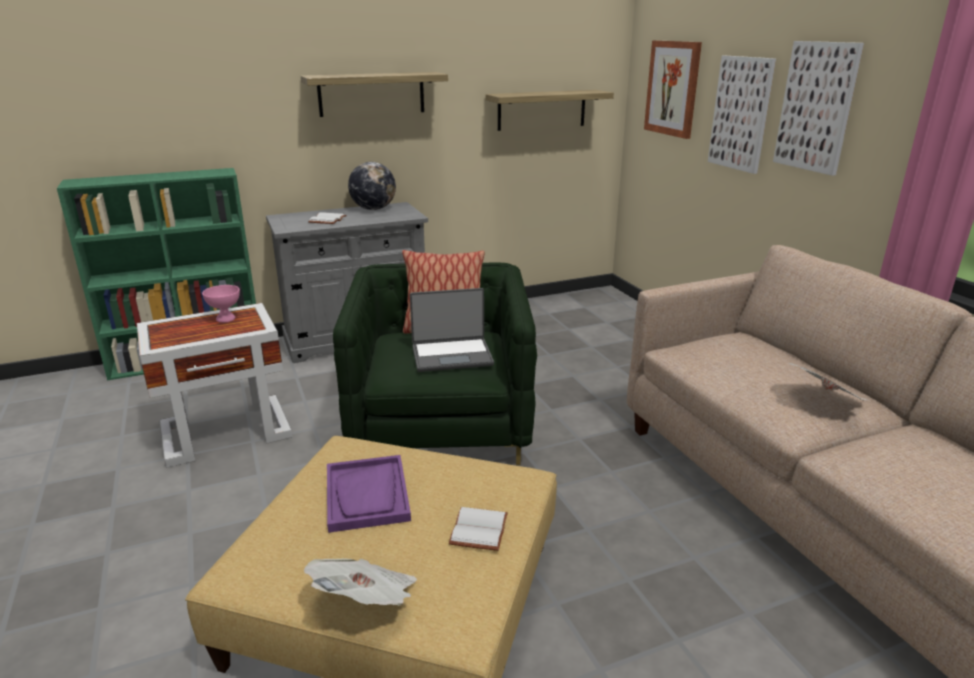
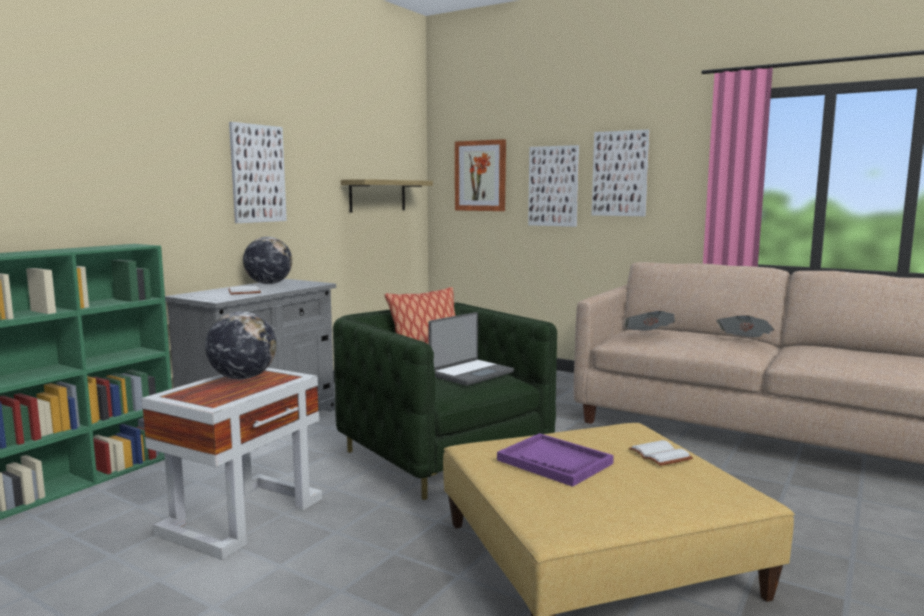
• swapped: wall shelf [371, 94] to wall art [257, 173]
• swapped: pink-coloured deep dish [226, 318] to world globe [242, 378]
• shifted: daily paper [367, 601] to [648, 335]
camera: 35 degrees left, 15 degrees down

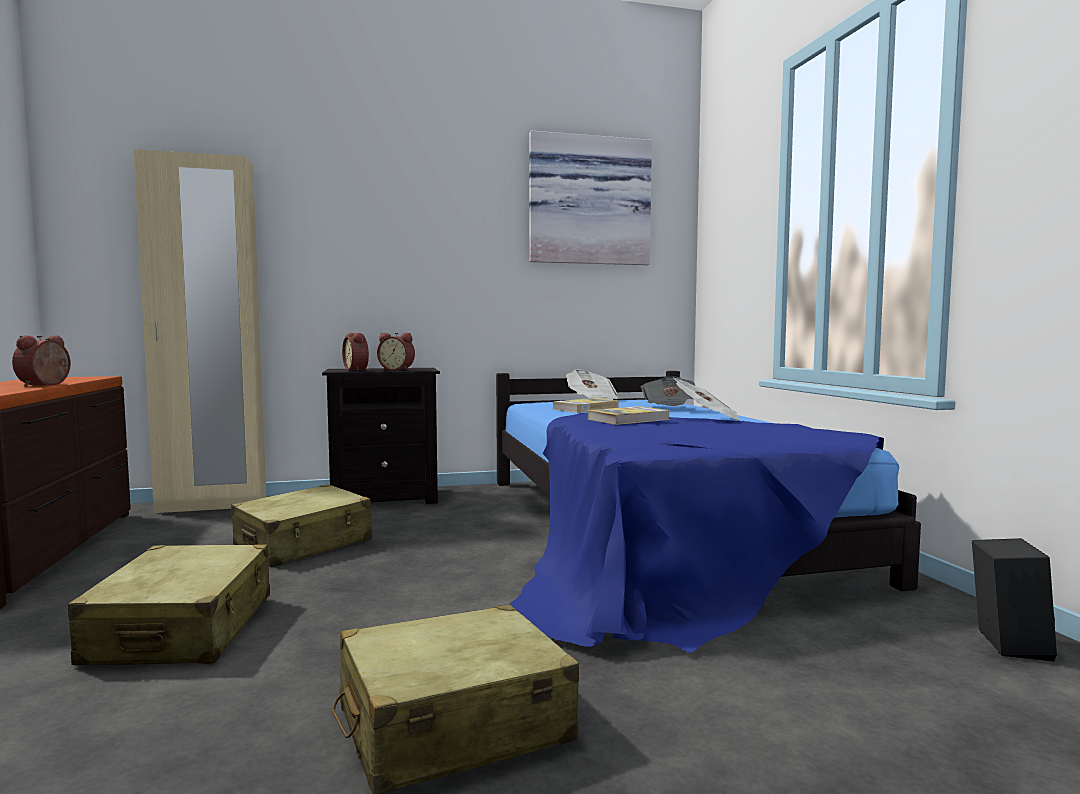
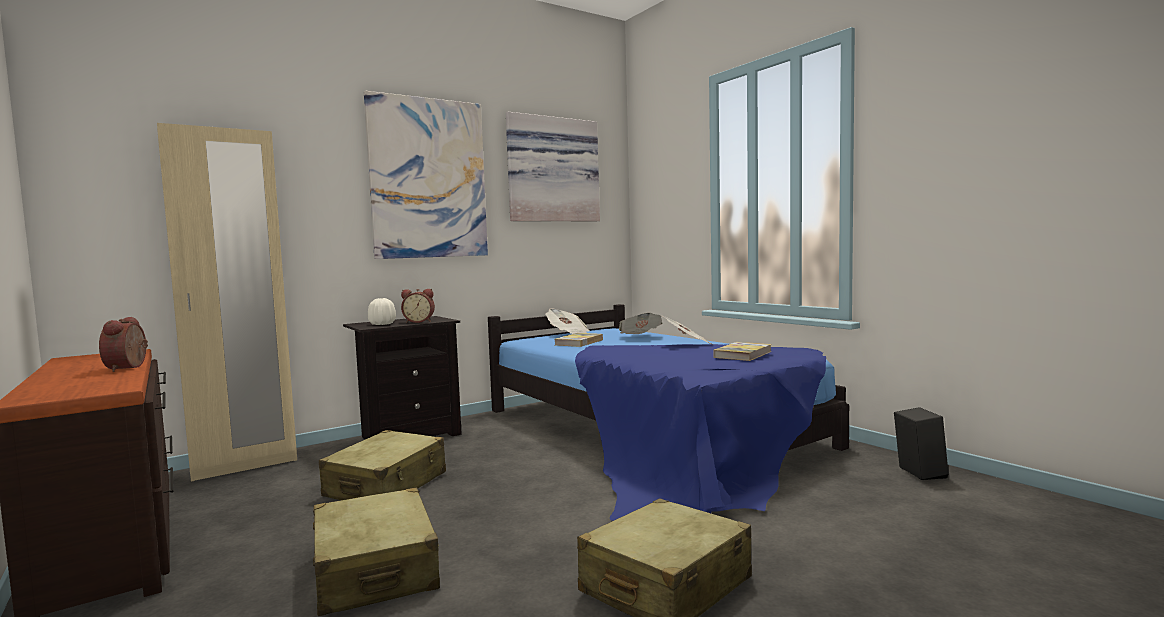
• swapped: bedside clock [358, 370] to whitish vase [382, 324]
• shifted: volume [628, 419] to [742, 354]
• new: wall art [428, 178]
camera: 20 degrees left, 0 degrees up

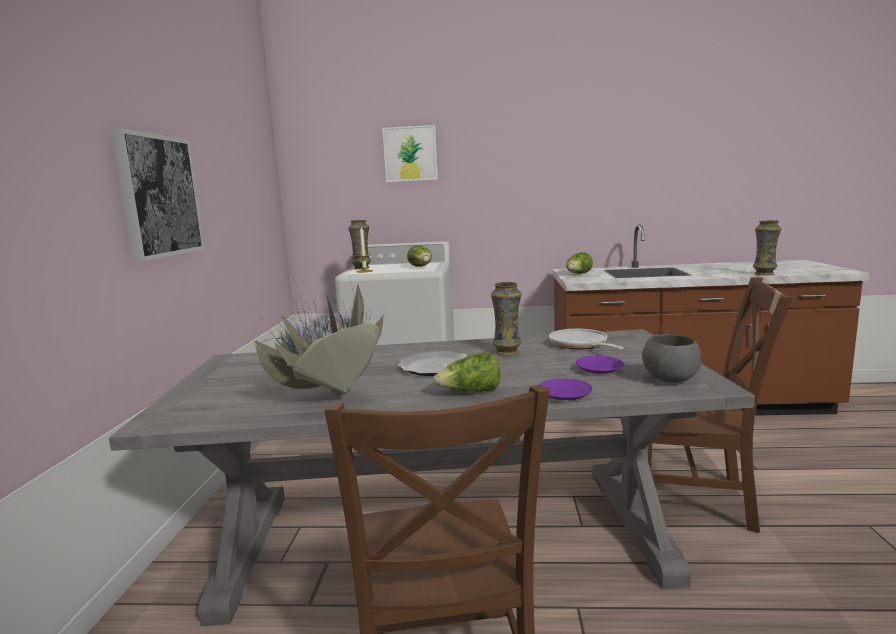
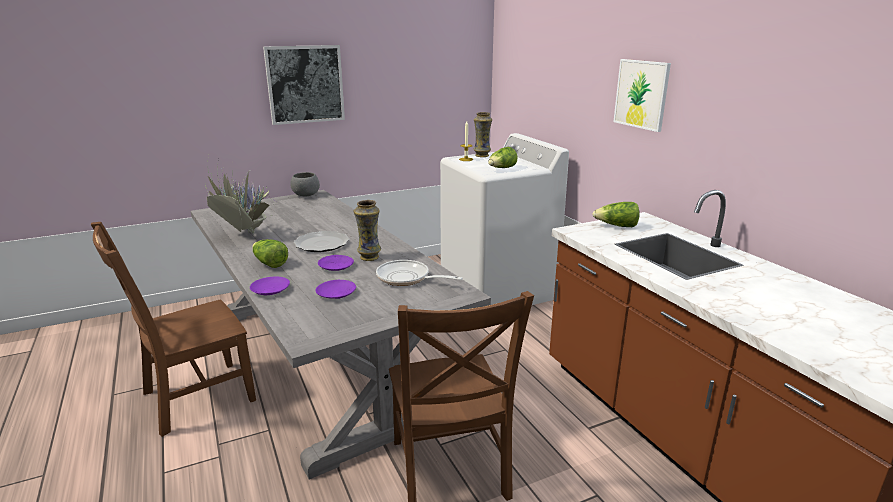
• shifted: wall art [410, 154] to [641, 94]
• gone: vase [764, 274]
• rotated: skillet [580, 345] = [407, 278] 105 degrees counterclockwise
• shifted: grey deep dish [669, 380] to [306, 195]
• new: purplish plate [336, 266]
camera: 60 degrees right, 10 degrees up

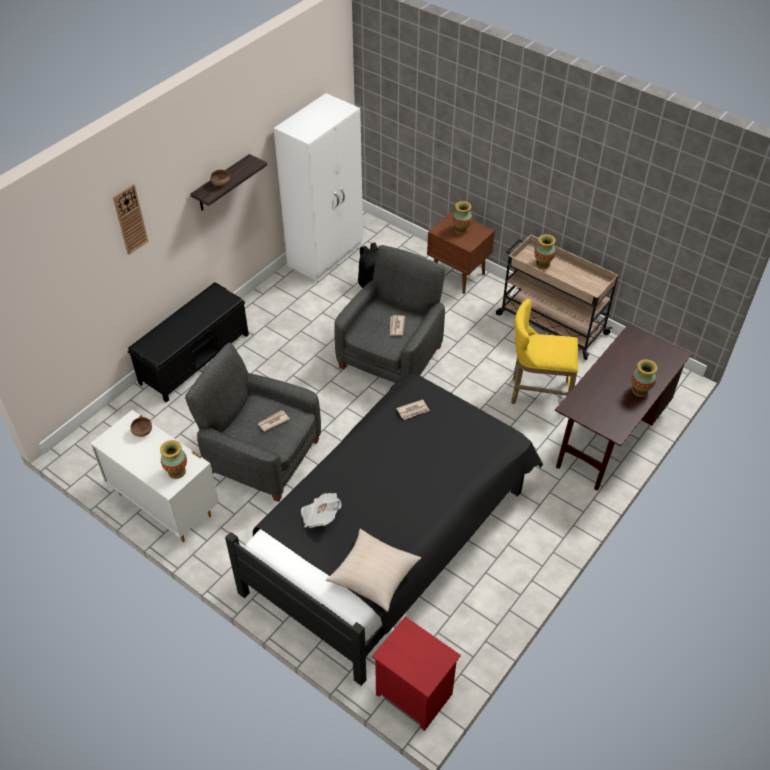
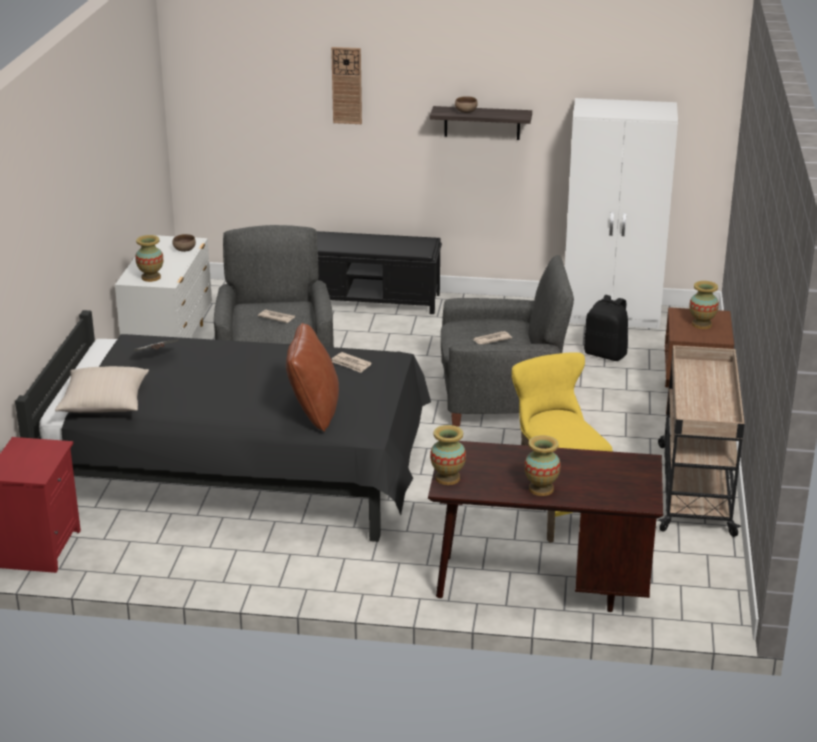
• shifted: vase [542, 264] to [447, 478]
• new: brown-coloured cushion [314, 412]
camera: 60 degrees right, 20 degrees down

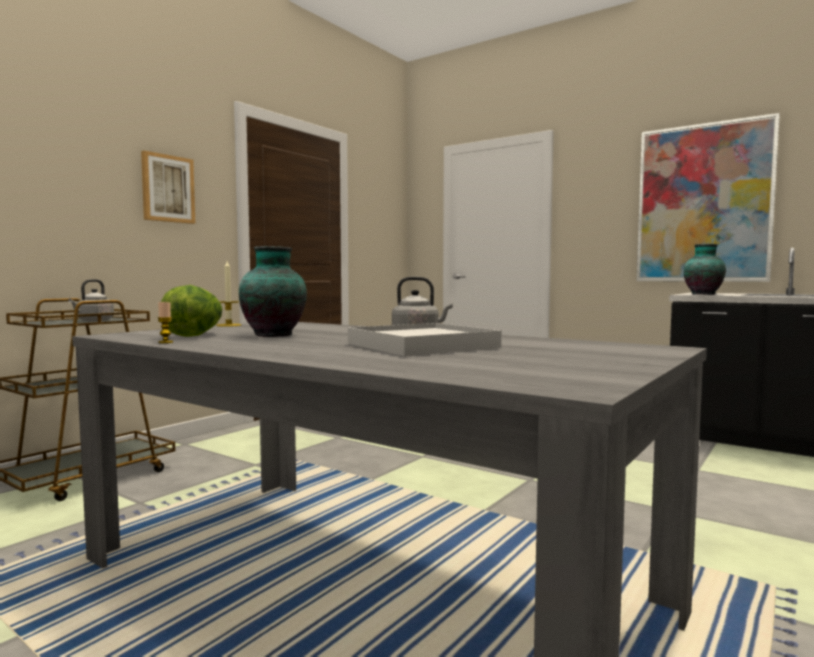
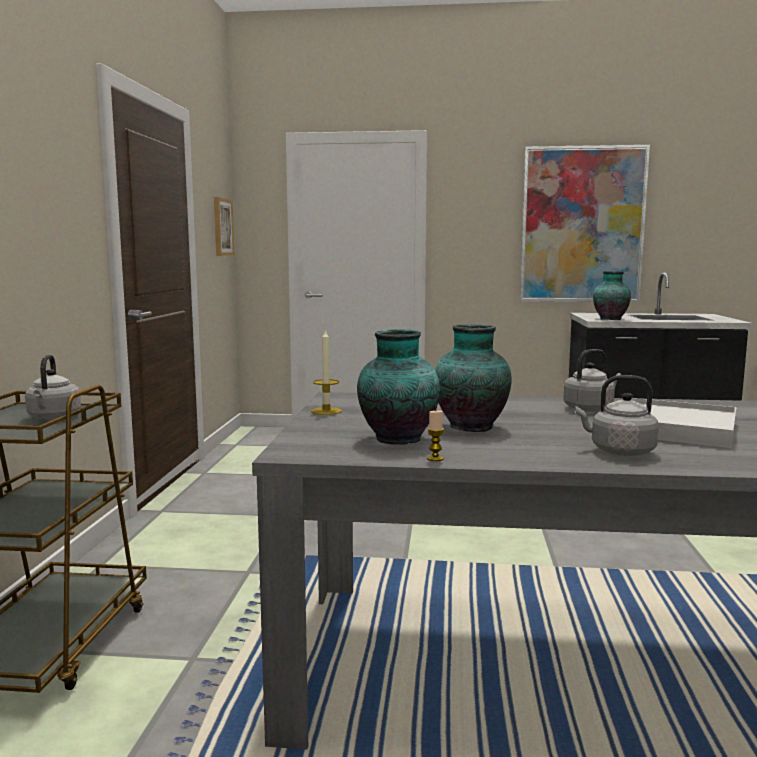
• shifted: wall art [167, 188] to [222, 227]
• swapped: lettuce [194, 335] to vase [397, 439]
• new: grey water kettle [619, 451]
camera: 30 degrees left, 5 degrees up

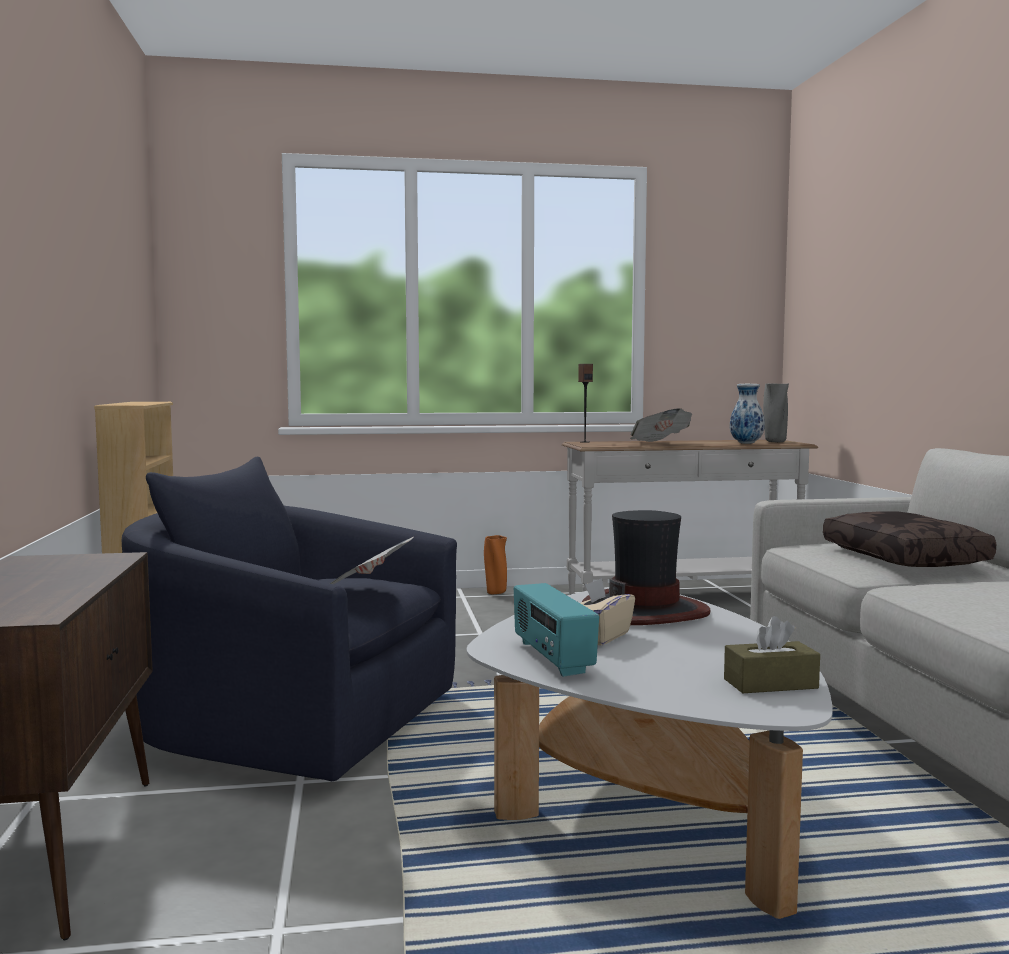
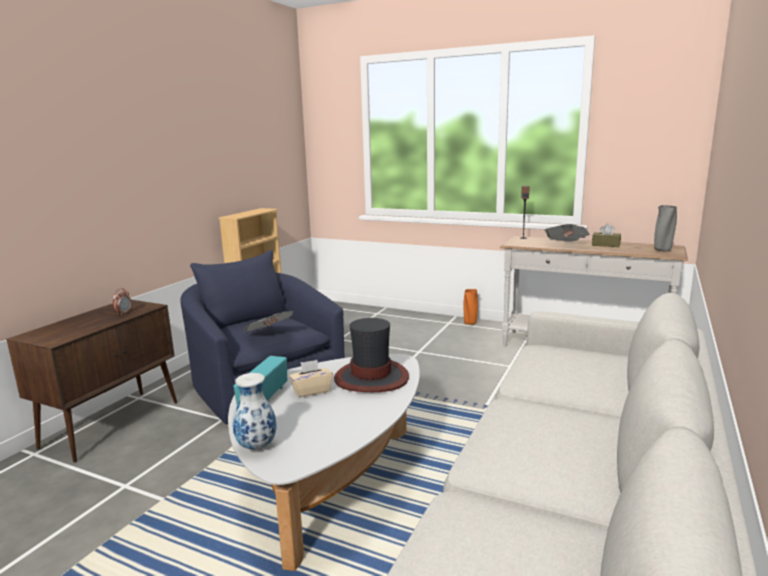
• shifted: vase [747, 443] to [257, 446]
• gone: brown-coloured cushion [906, 557]
• shifted: brown-coloured tissue box [770, 684] to [605, 245]
• new: bedside clock [123, 313]
camera: 35 degrees right, 10 degrees up

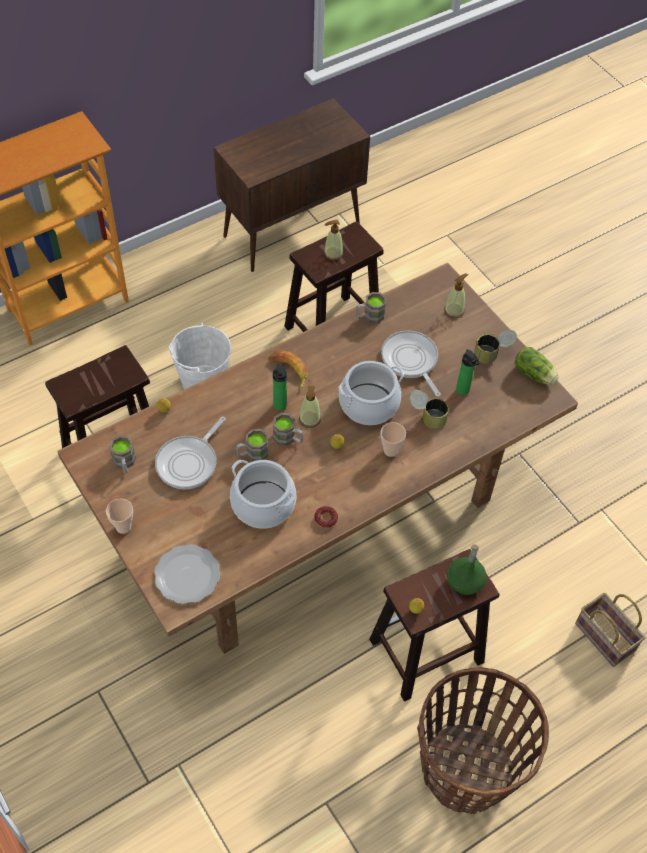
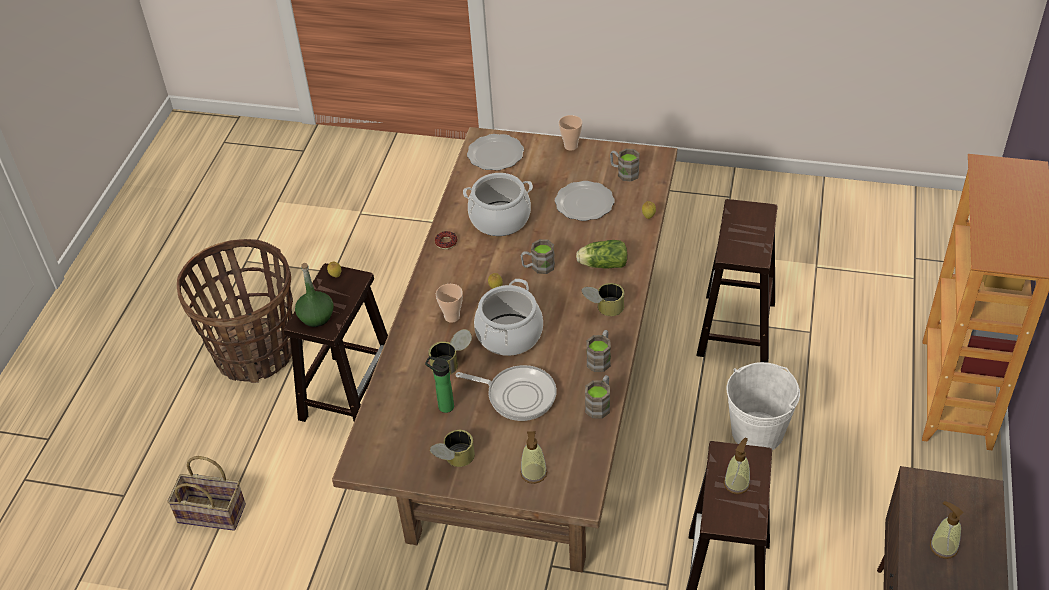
• shifted: lettuce [535, 375] to [601, 264]
• swapped: whole banana [288, 371] to can [603, 309]
• gone: bottle [280, 407]
• shifted: soap dispenser [309, 419] to [943, 547]
• swapped: skillet [189, 462] to plate [584, 203]
• shifted: brown-coloured mug [252, 453] to [600, 358]
camera: 140 degrees right, 10 degrees down

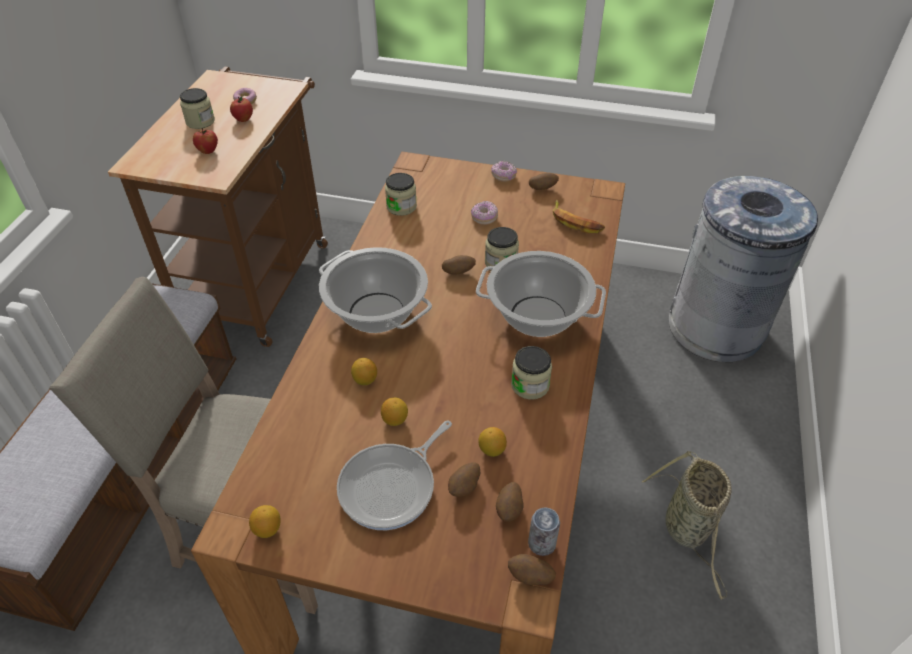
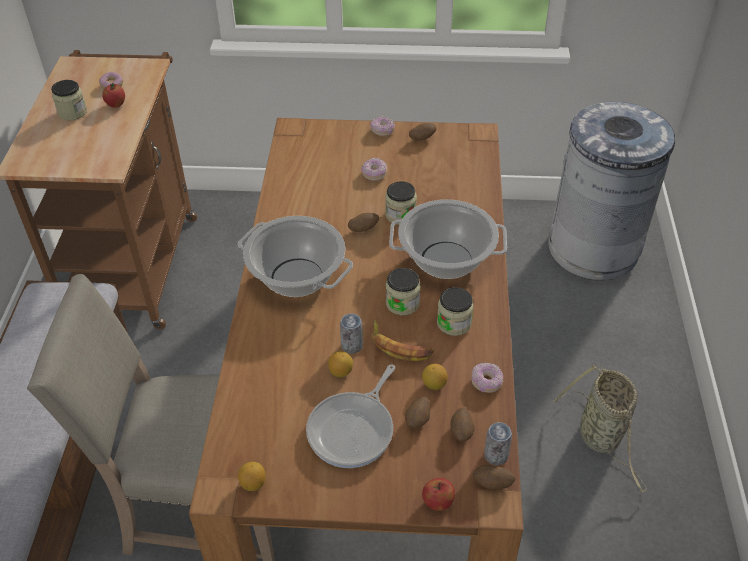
• shifted: apple fruit [208, 151] to [437, 502]
• shifted: storage jar [401, 207] to [402, 303]
• shifted: whole banana [575, 222] to [400, 346]
• gone: citrus fruit [365, 380]
• new: can [352, 346]
• new: doughnut [486, 382]
camera: 10 degrees left, 0 degrees up

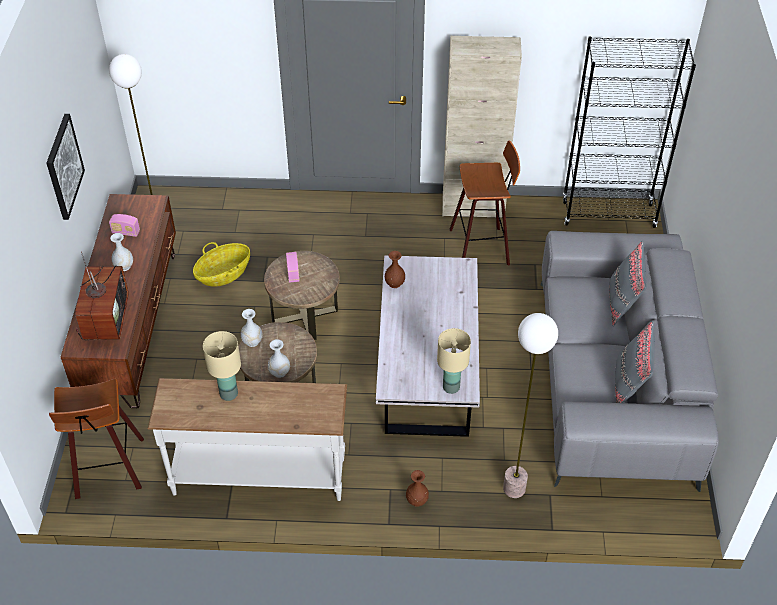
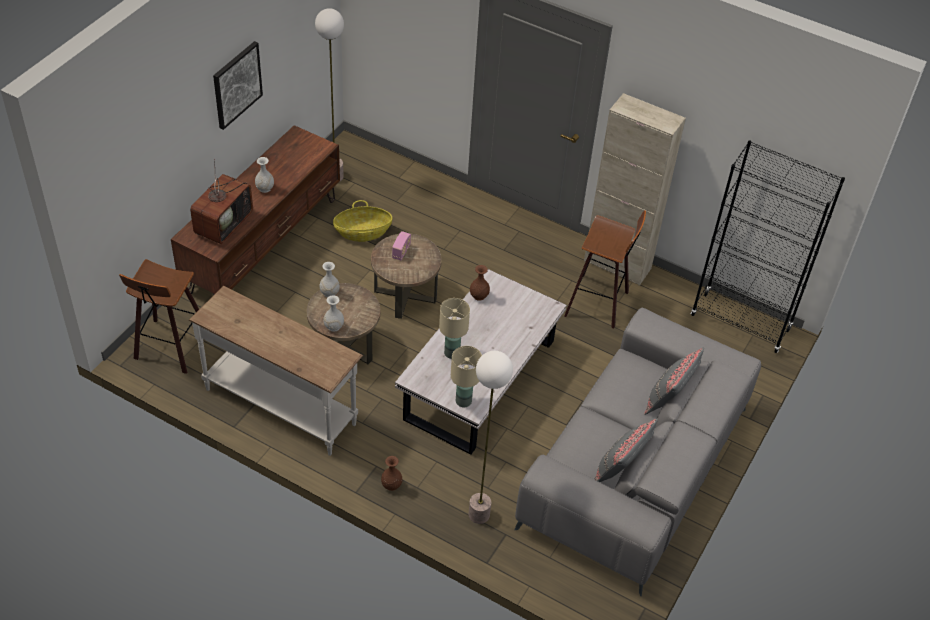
• gone: radio set [126, 232]
• shifted: beige table lamp [228, 393] to [452, 352]
camera: 25 degrees right, 0 degrees up

